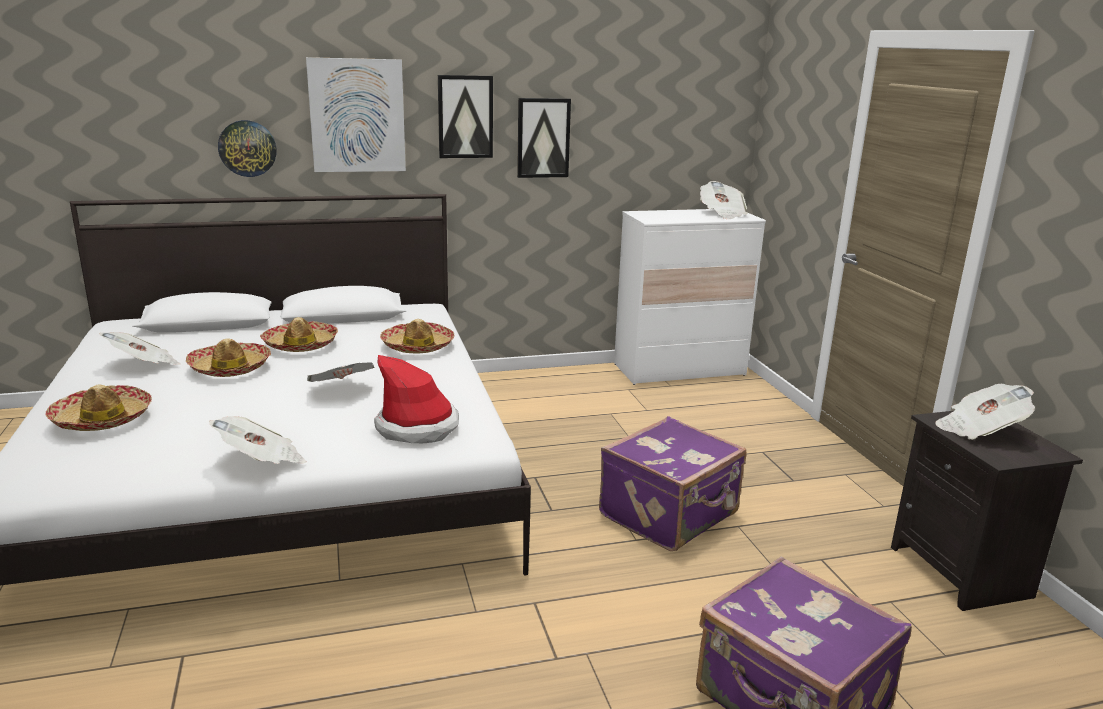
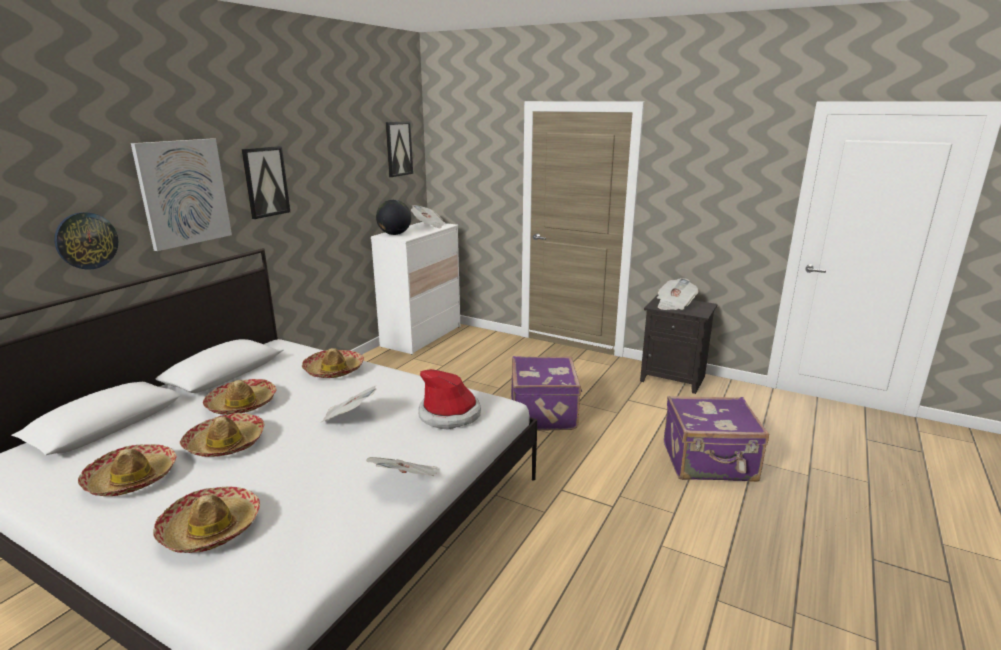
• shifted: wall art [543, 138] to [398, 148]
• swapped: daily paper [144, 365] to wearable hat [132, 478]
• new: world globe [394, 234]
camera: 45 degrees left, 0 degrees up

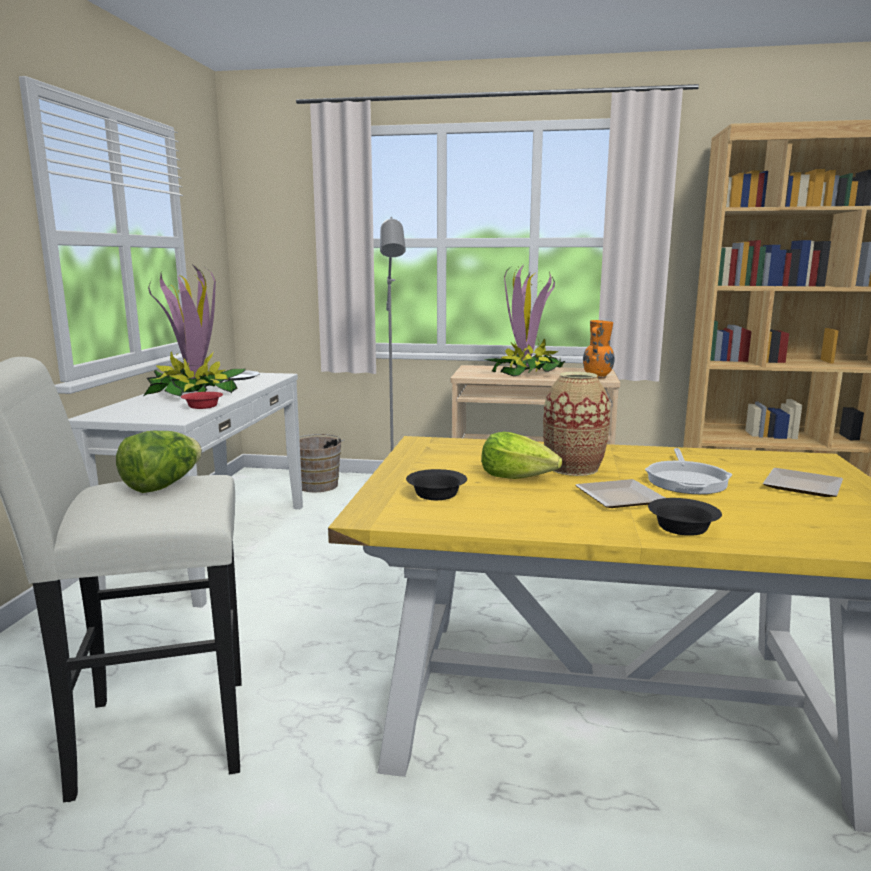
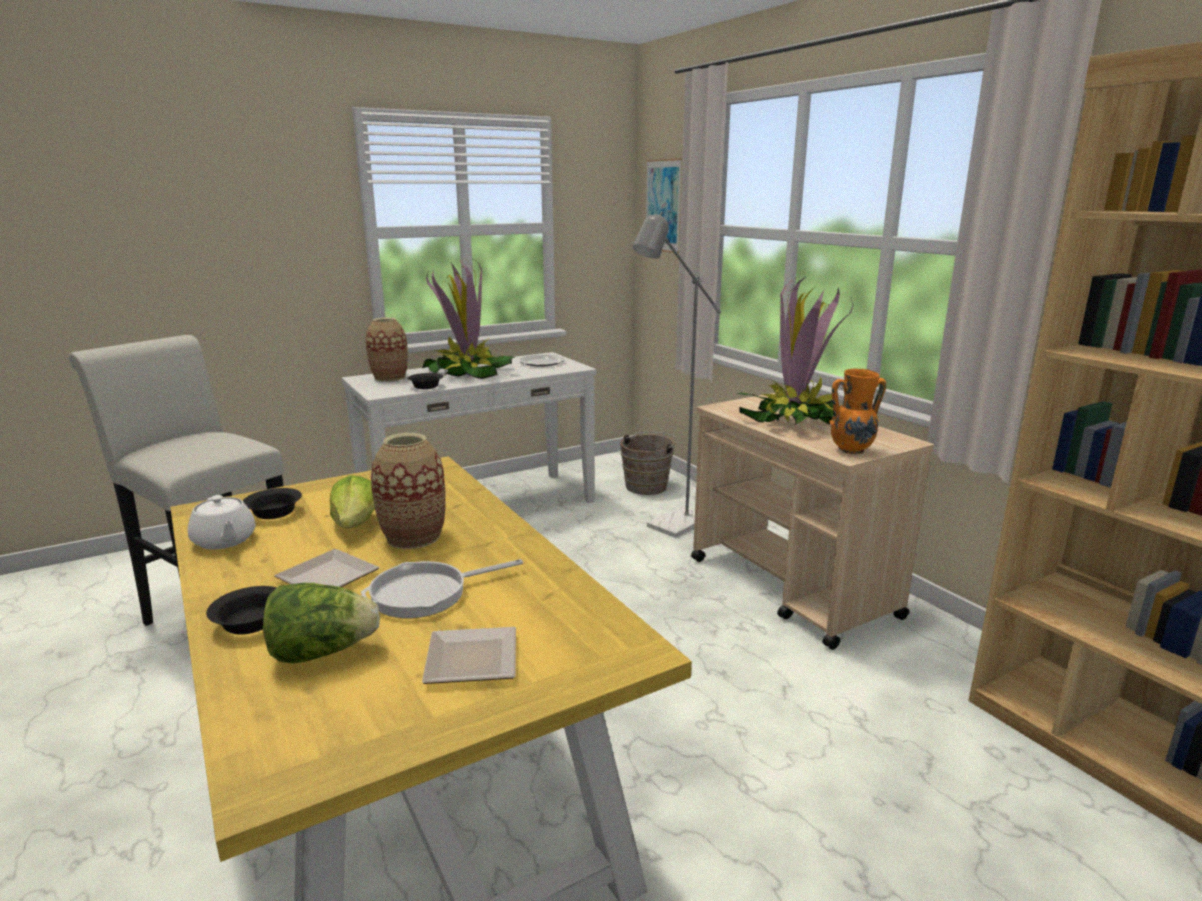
• repainted: red-coloured deep dish [202, 406] to black deep dish [426, 386]
• shifted: lettuce [163, 485] to [322, 652]
• new: wall art [663, 206]
• new: vase [389, 378]
• new: whitish tea pot [224, 541]
camera: 50 degrees right, 5 degrees up

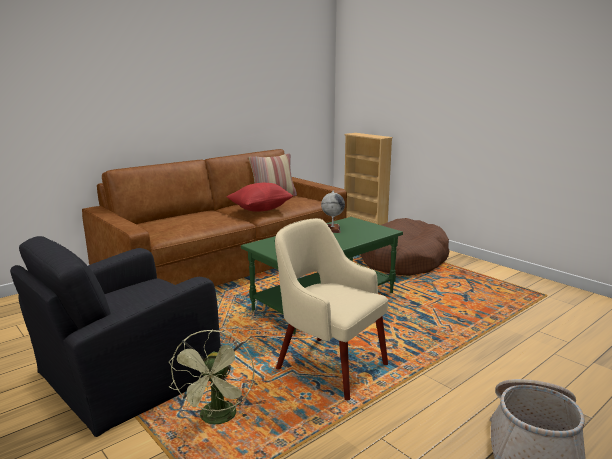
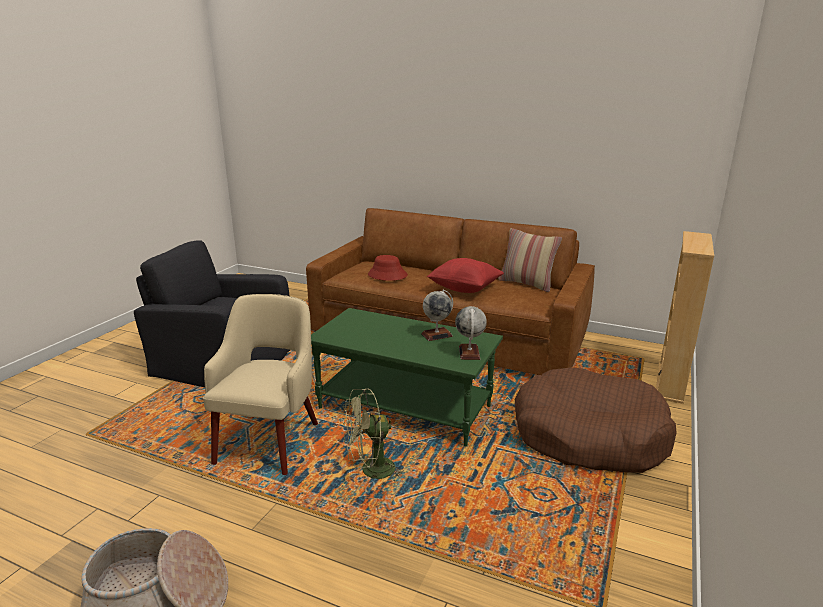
• shifted: greenish fan [217, 419] to [371, 472]
• new: red-coloured wearable hat [387, 275]
• new: world globe [469, 353]
camera: 65 degrees right, 5 degrees up

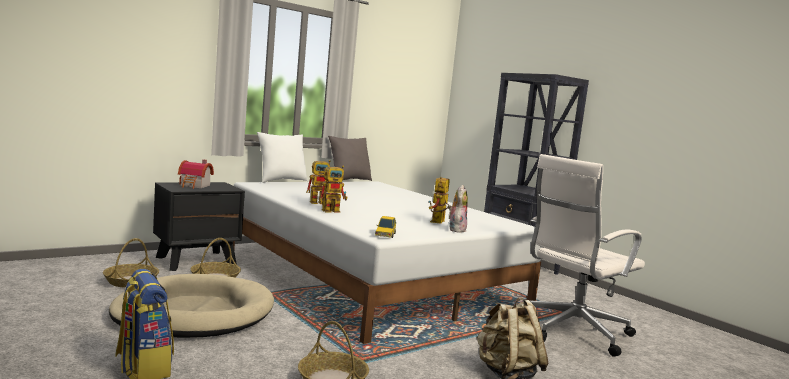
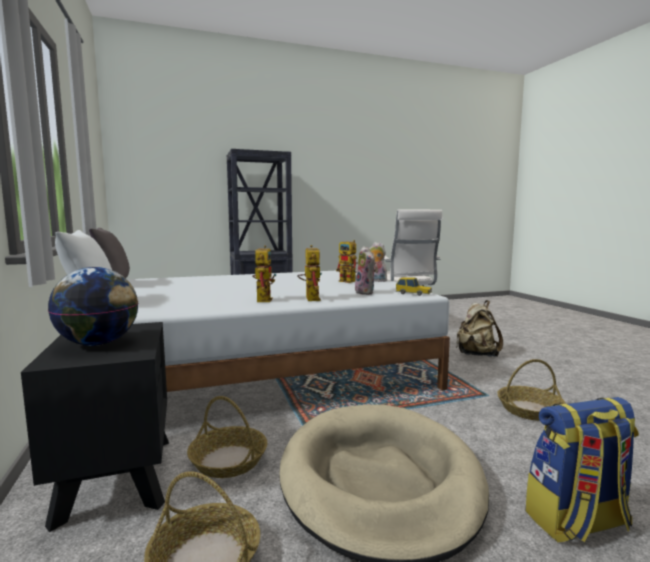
• swapped: miniature house [195, 186] to world globe [98, 344]
• new: cuddly toy [366, 292]
camera: 70 degrees left, 0 degrees up

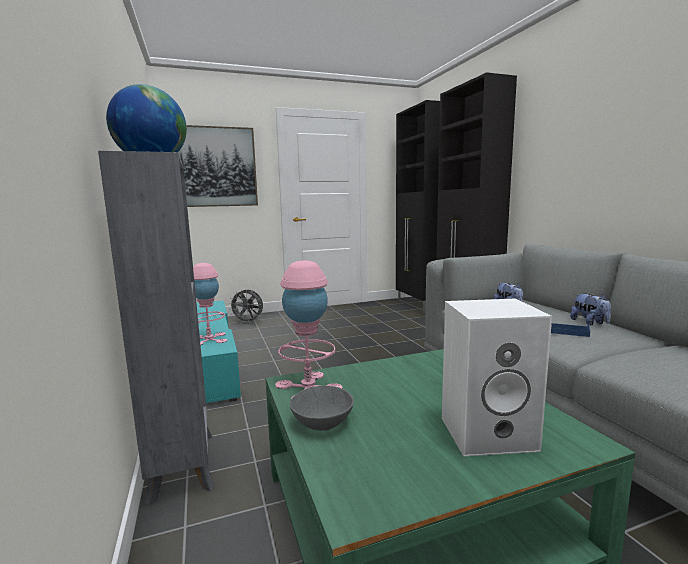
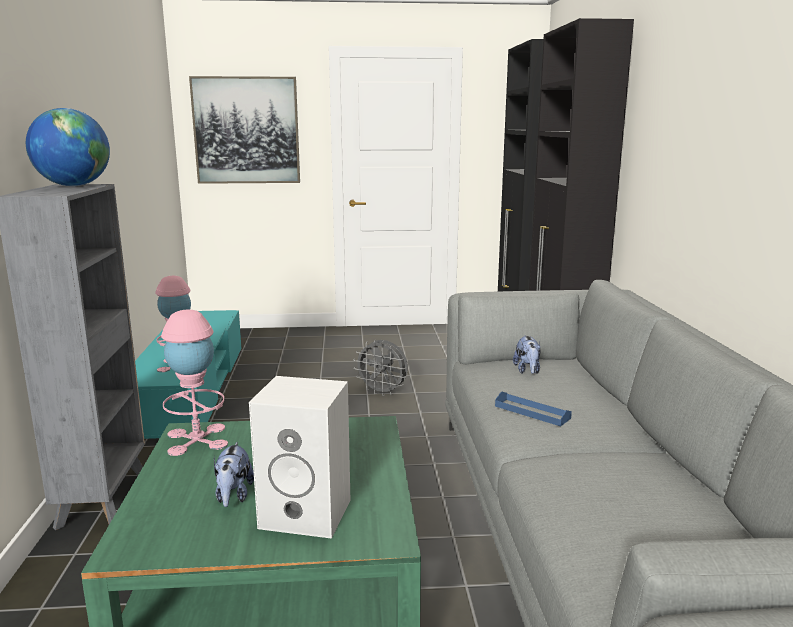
• shifted: grey fan [248, 322] to [383, 392]
• shifted: cuddly toy [590, 323] to [233, 496]
• gone: grey deep dish [323, 422]
camera: 15 degrees right, 5 degrees up

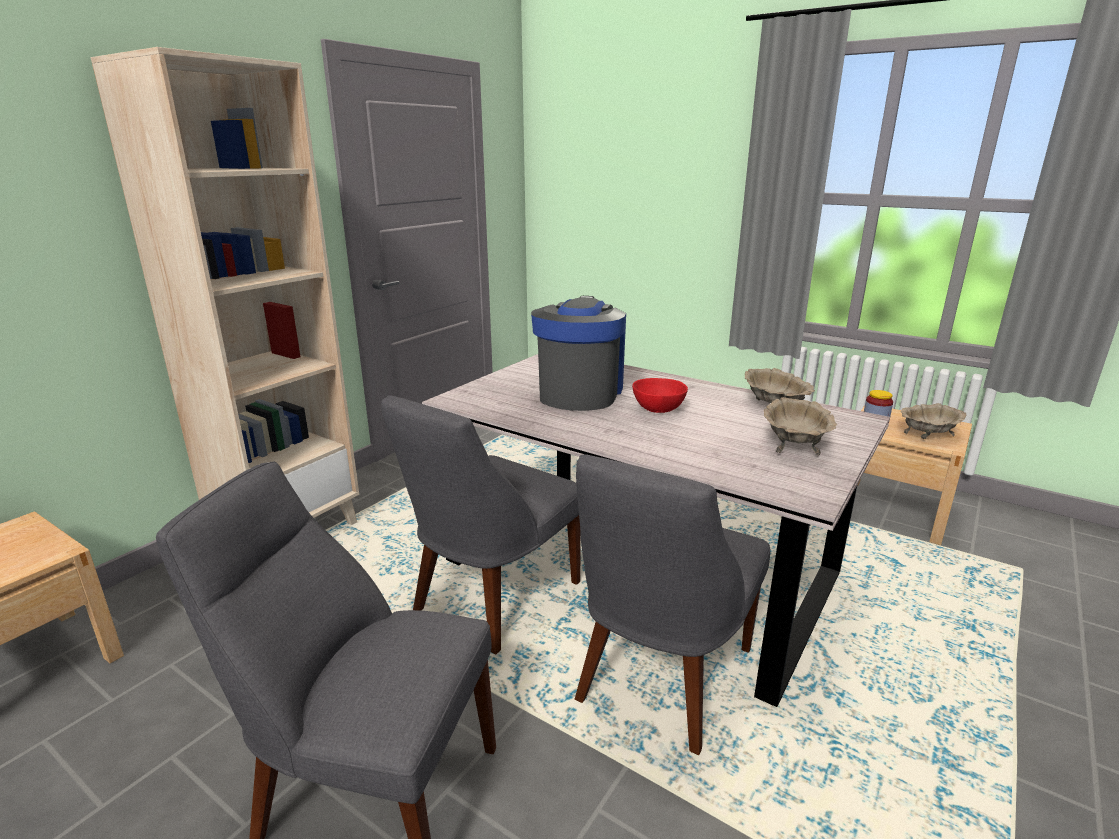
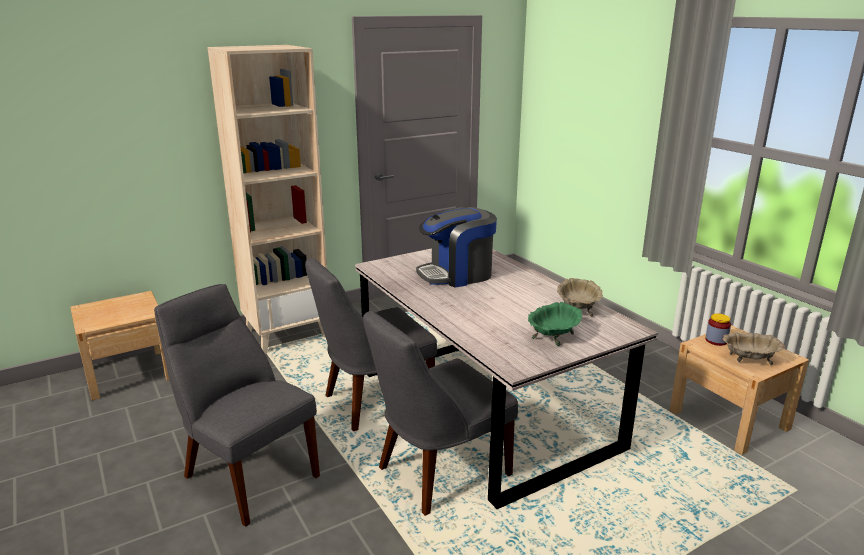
• rotated: coffee maker [579, 392] = [457, 274] 150 degrees counterclockwise
• gone: red-coloured deep dish [657, 409]
• repainted: beige deep dish [794, 444] to greenish deep dish [553, 336]
camera: 25 degrees right, 0 degrees up

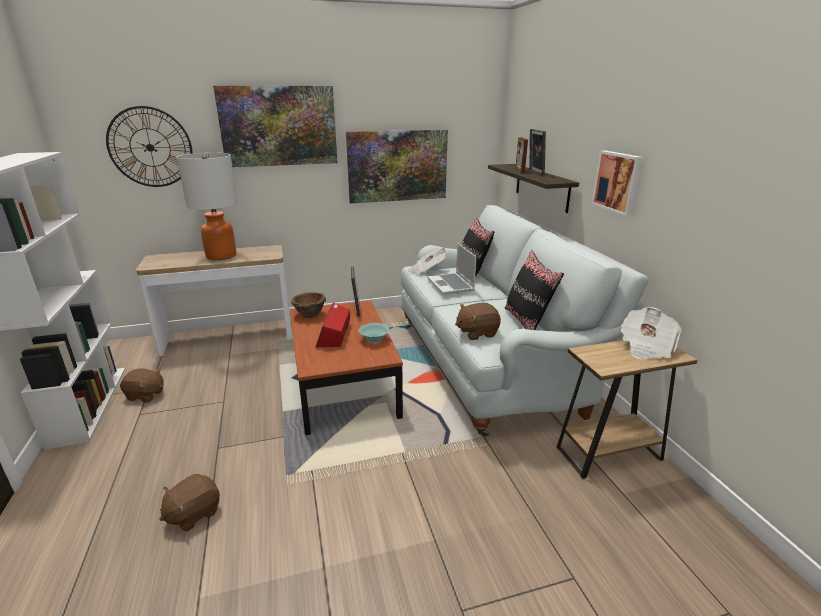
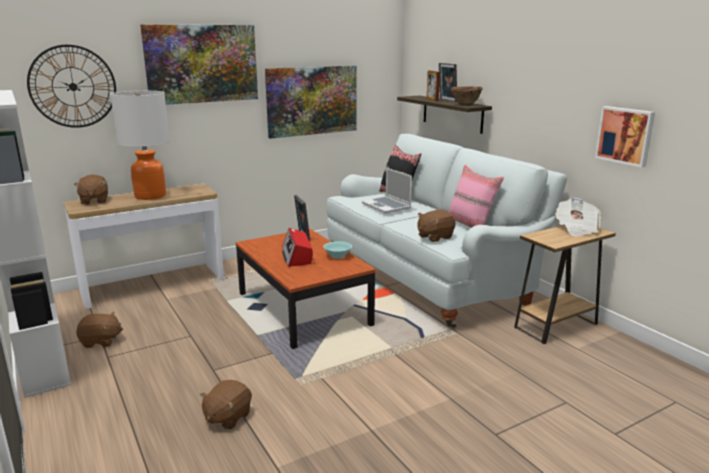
• shifted: wall art [618, 182] to [625, 135]
• gone: daily paper [427, 270]
• repainted: black cushion [527, 321] to pink-coloured cushion [470, 226]
• shifted: brown-coloured deep dish [309, 315] to [465, 104]
• new: brown-coloured cuddly toy [94, 201]
camera: 15 degrees left, 5 degrees down

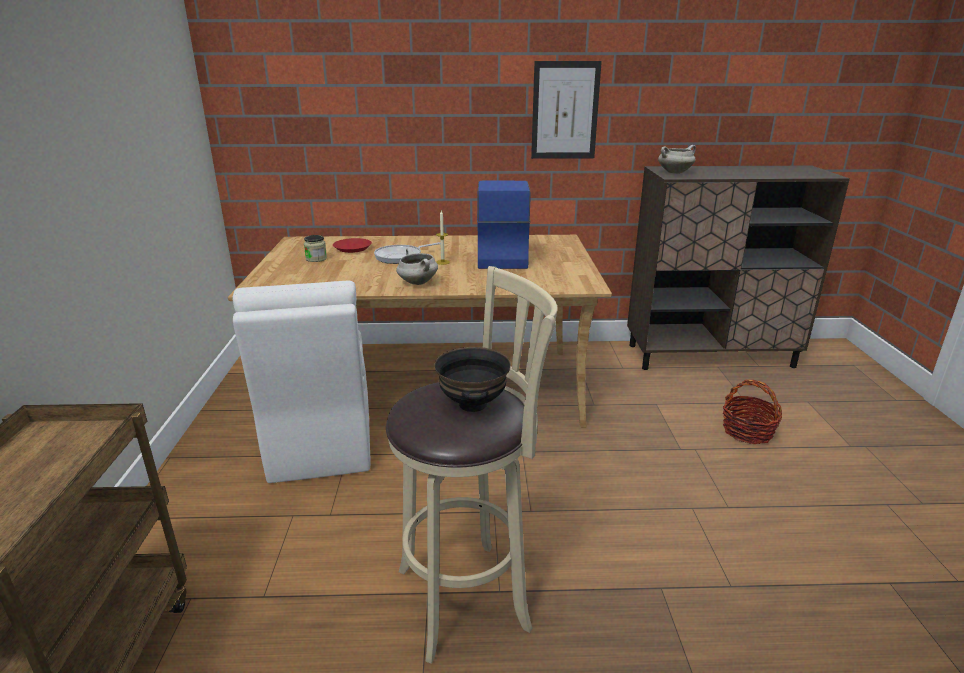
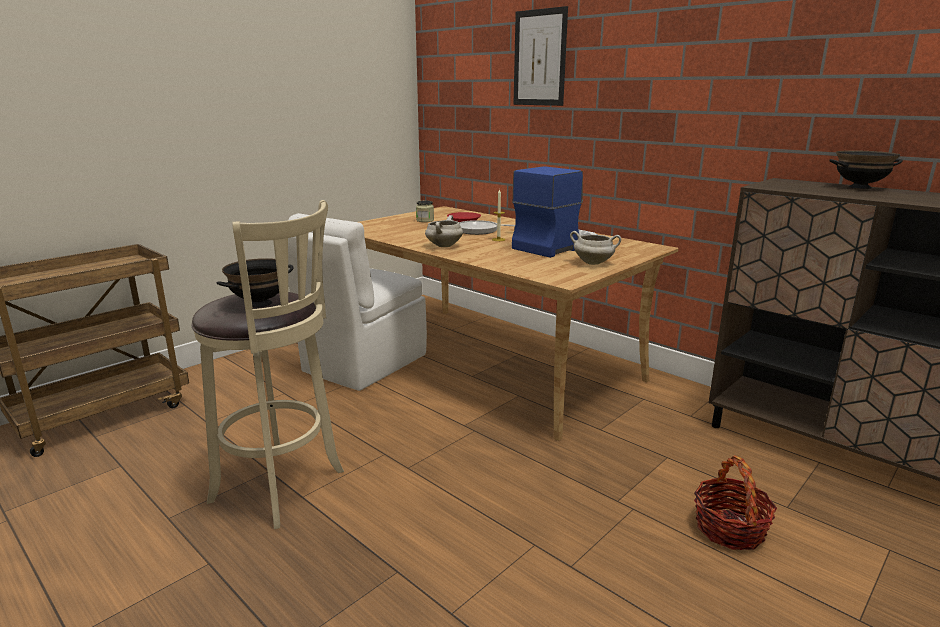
• shifted: wall art [565, 111] to [539, 58]
• shifted: whitish cooking pot [675, 172] to [594, 263]
• new: black deep dish [859, 187]
camera: 45 degrees right, 5 degrees down

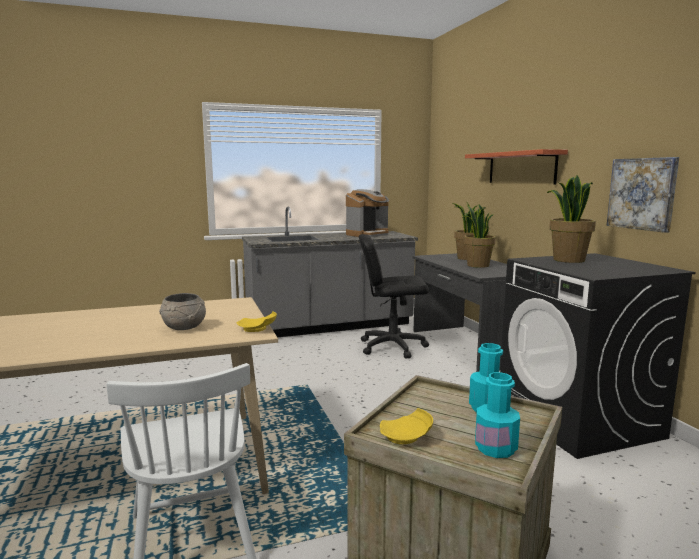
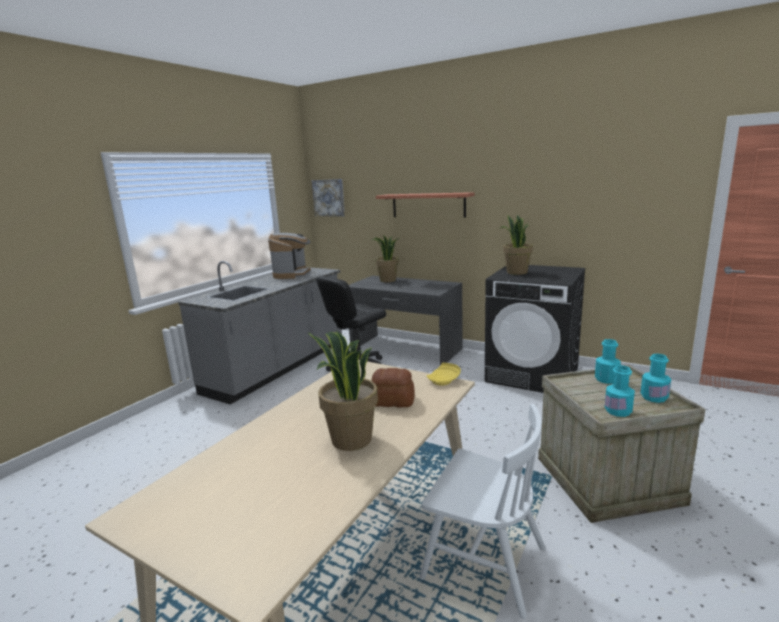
• shifted: wall art [642, 193] to [329, 198]
• shifted: houseplant [477, 265] to [350, 440]
• swapped: grey deep dish [184, 327] to bread [392, 401]
• swapped: yellow-coloured plate [406, 437] to turquoise-coloured bottle [618, 411]
camera: 40 degrees left, 5 degrees up

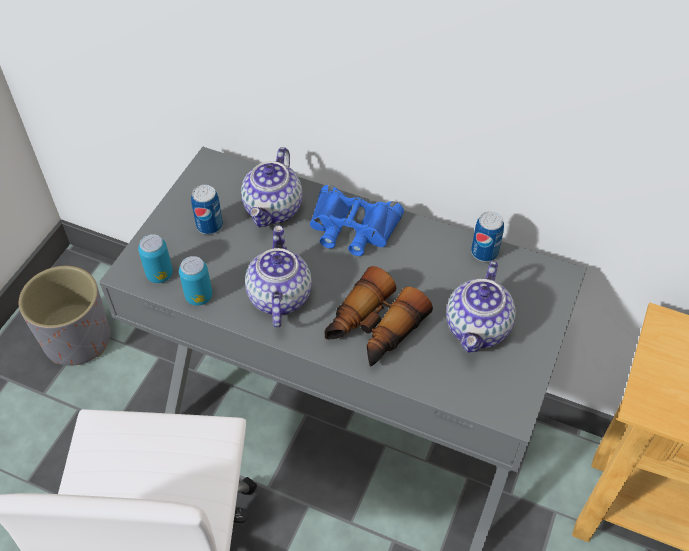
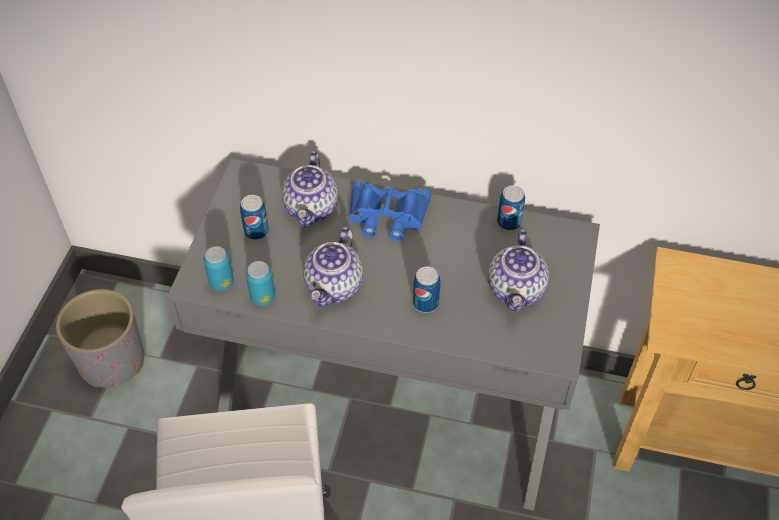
• rotated: tea pot [278, 296] = [335, 286] 150 degrees counterclockwise
• swapped: pair of binoculars [373, 329] to can [425, 303]
camera: 10 degrees left, 0 degrees up

